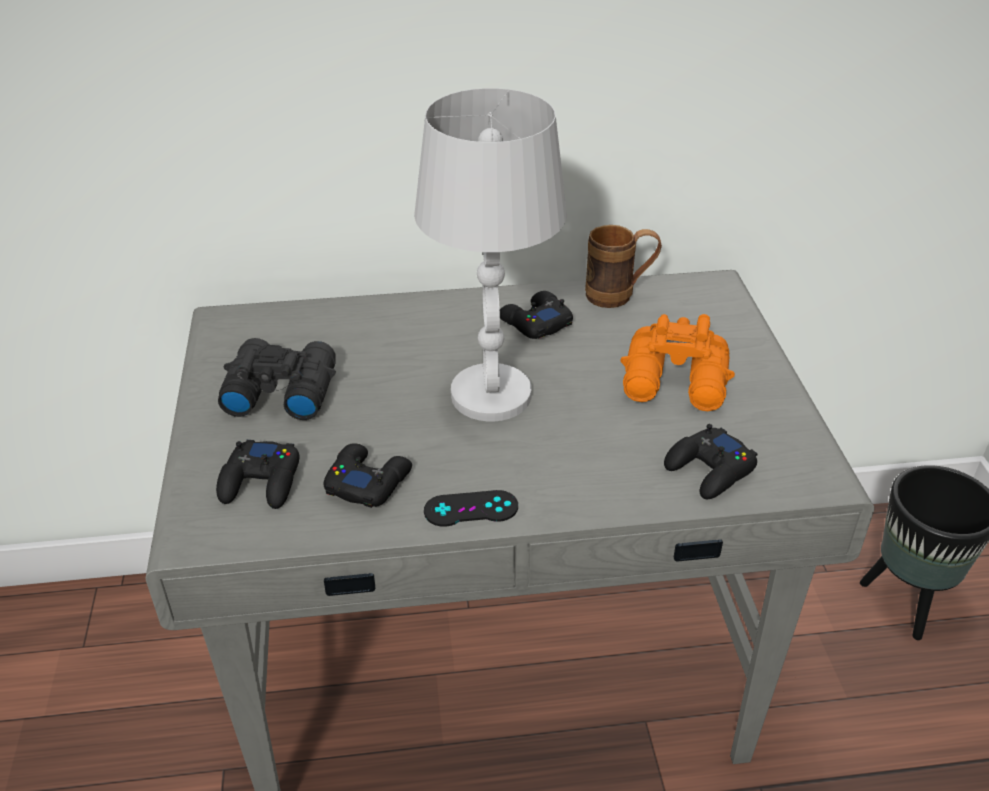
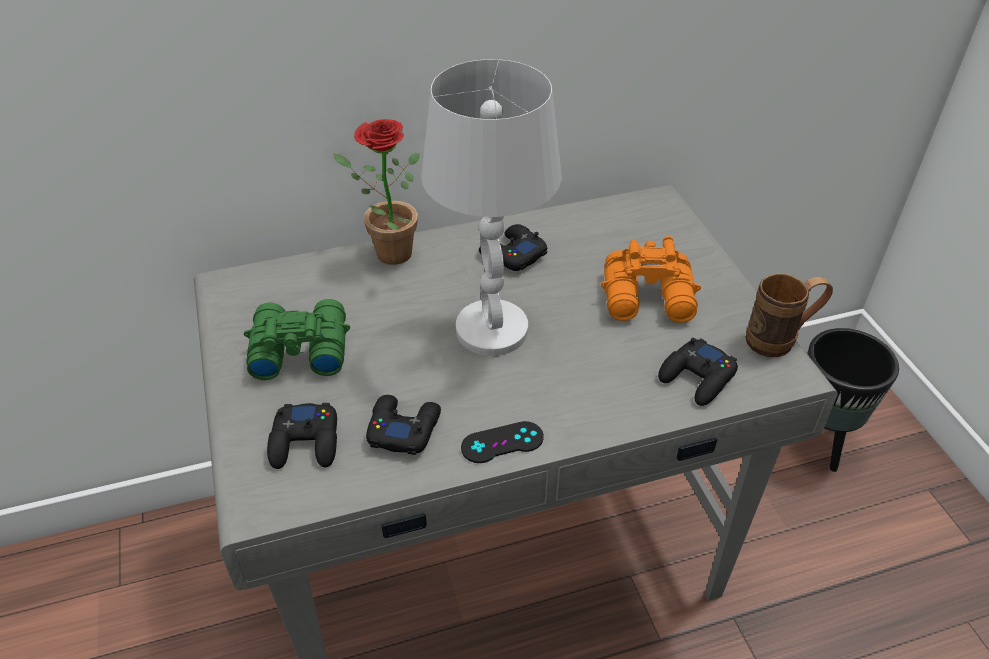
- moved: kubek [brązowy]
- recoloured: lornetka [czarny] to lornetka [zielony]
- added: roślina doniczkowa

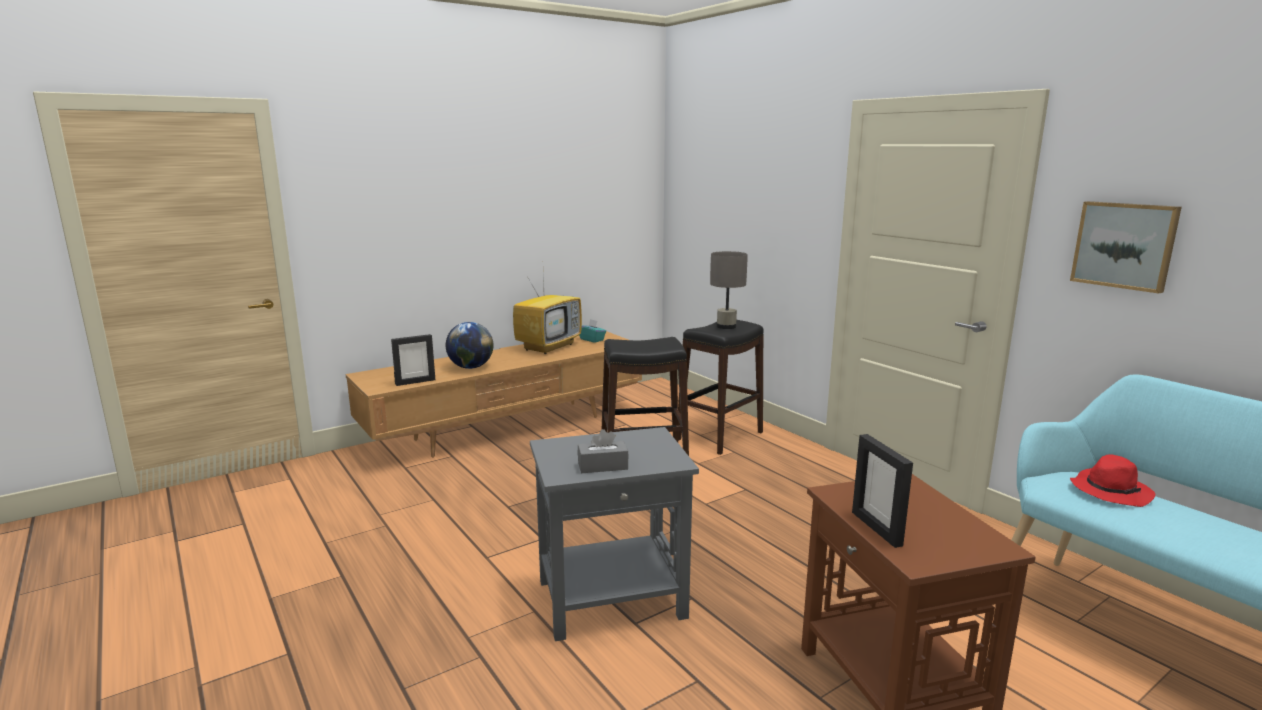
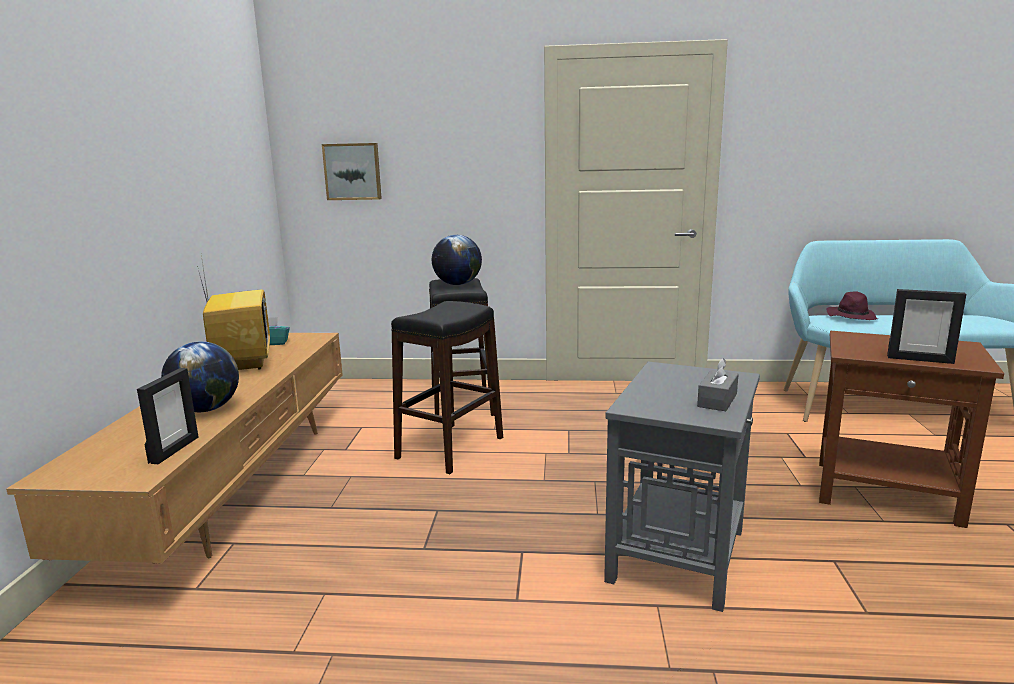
- moved: obraz
- replaced: lampa stołowa [szary] to globus (2nd from left)
- recoloured: kapelusz [czerwony] to kapelusz [fioletowy]

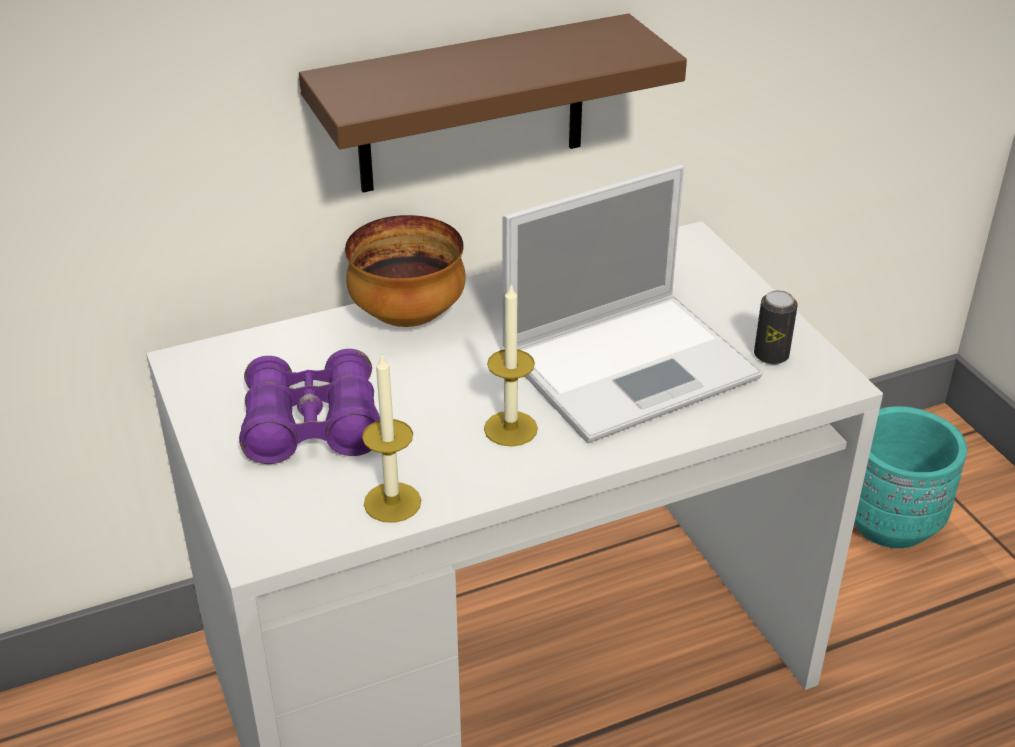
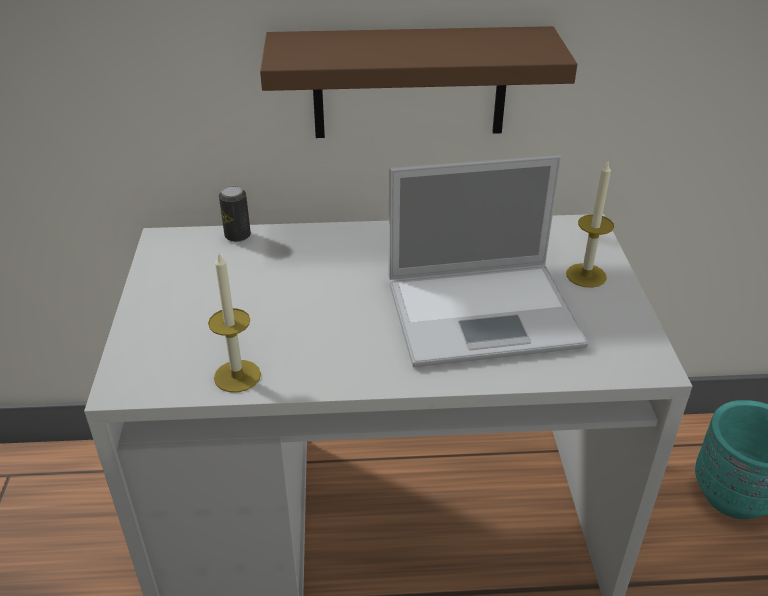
- removed: miska
- moved: świeca (2nd from left)
- moved: puszka
- removed: lornetka [fioletowy]

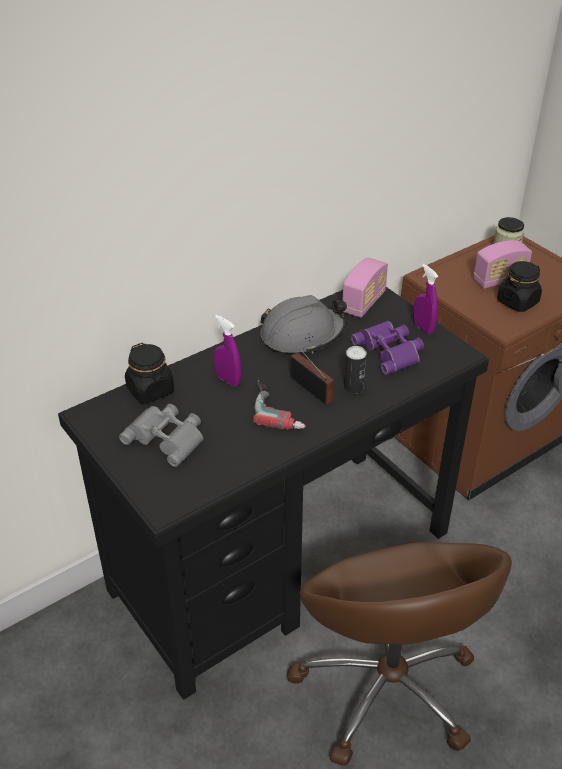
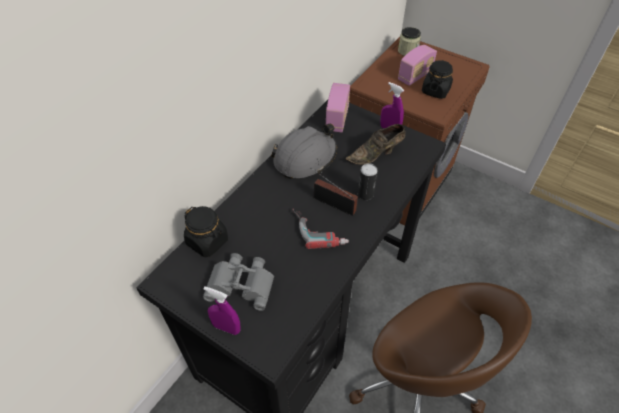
- moved: spryskiwacz [fioletowy] (1st from left)
- replaced: lornetka [fioletowy] to but [brązowy]

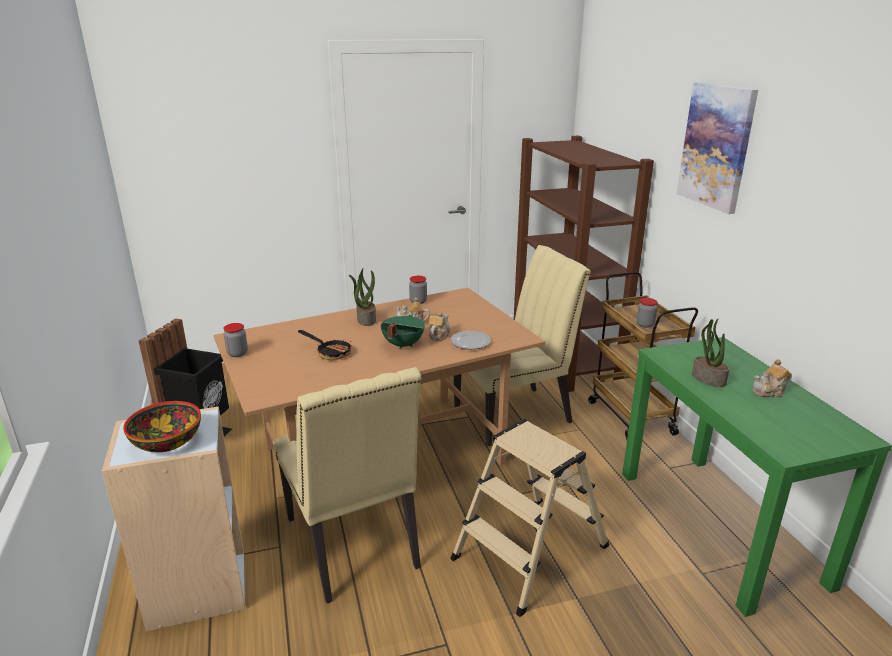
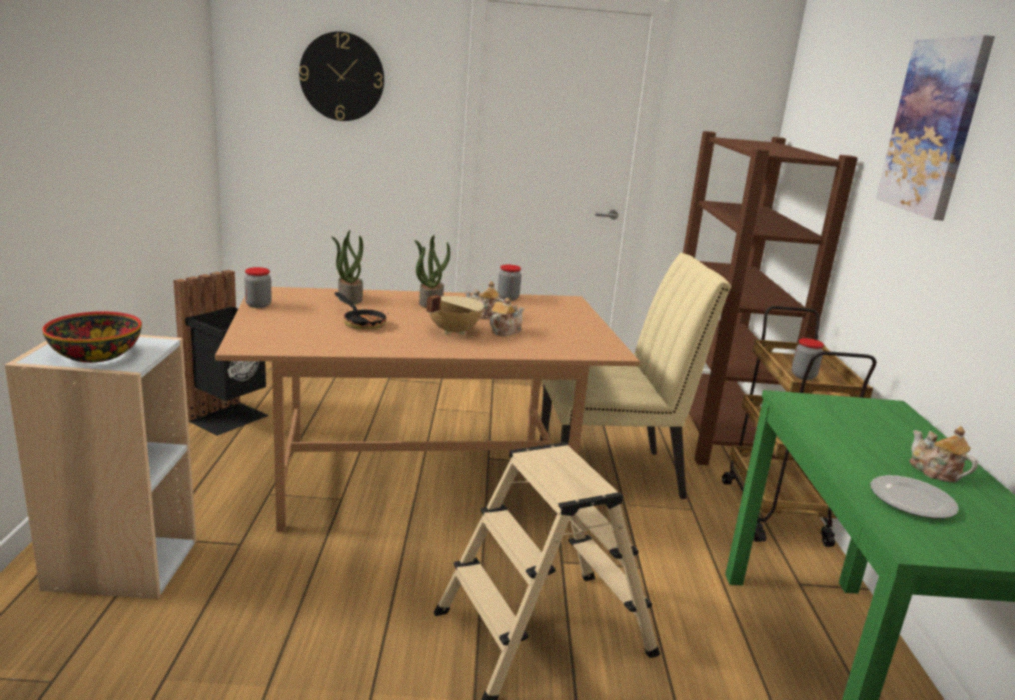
- recoloured: garnek [zielony] to garnek [beżowy]
- moved: roślina doniczkowa (2nd from left in the first image) to roślina doniczkowa (1st from left)
- moved: talerz
- turned: imbryk (3rd from left) 60 degrees clockwise
- removed: krzesło [beżowy] (1st from left)
- added: zegar ścienny

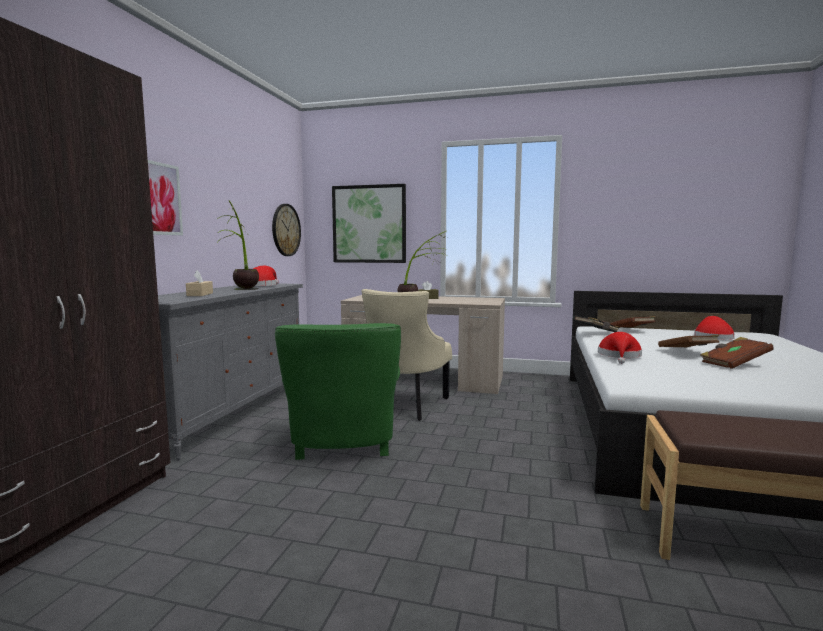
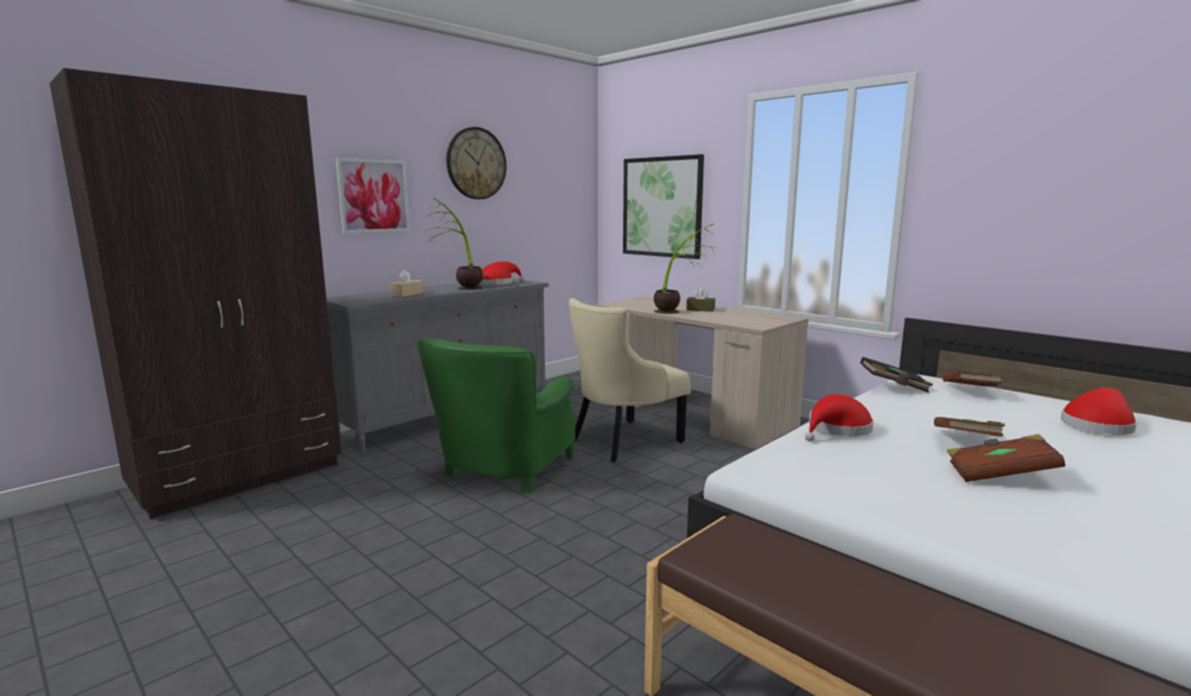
- moved: zegar ścienny

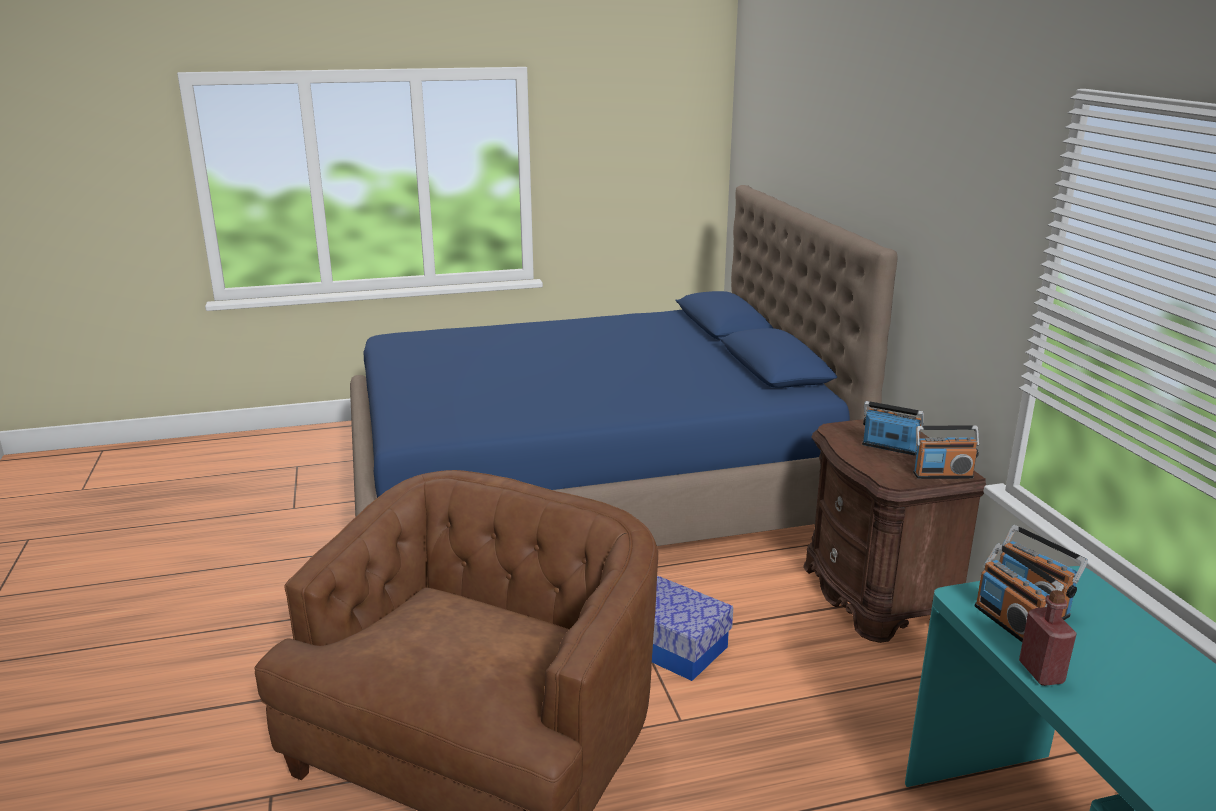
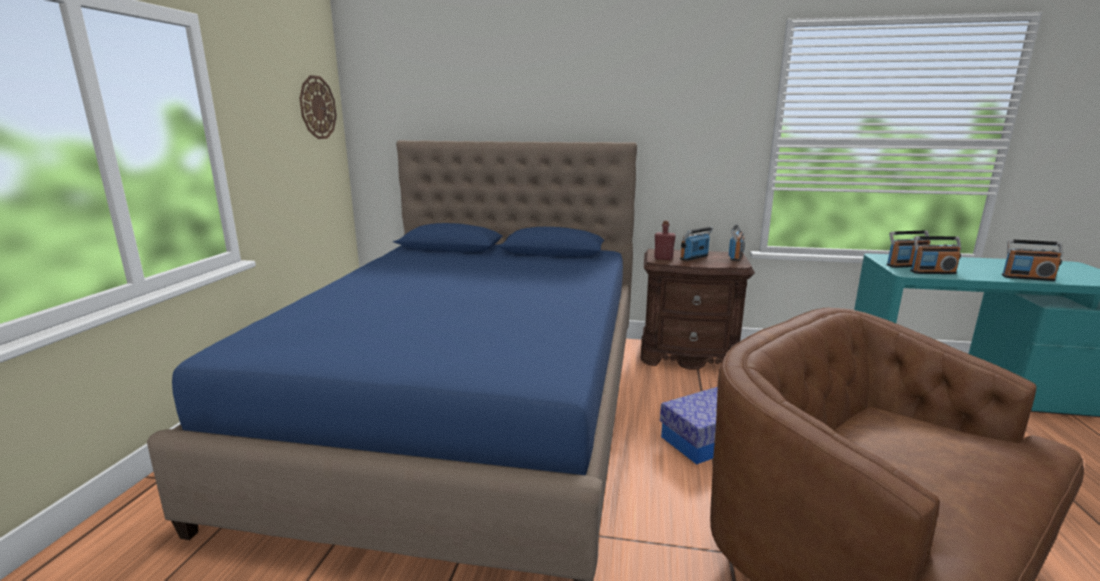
- moved: butelka [czerwony]
- added: zegar ścienny
- added: radio (5th from left)

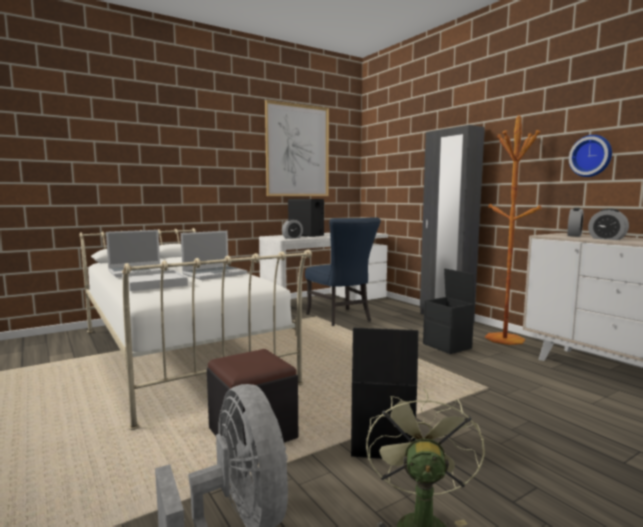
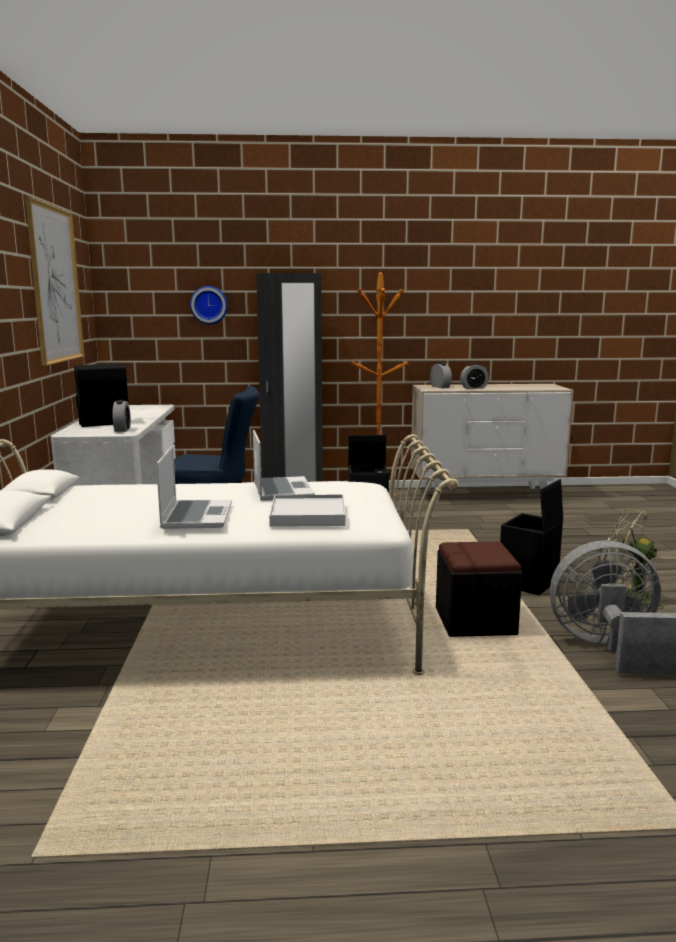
- moved: zegar ścienny

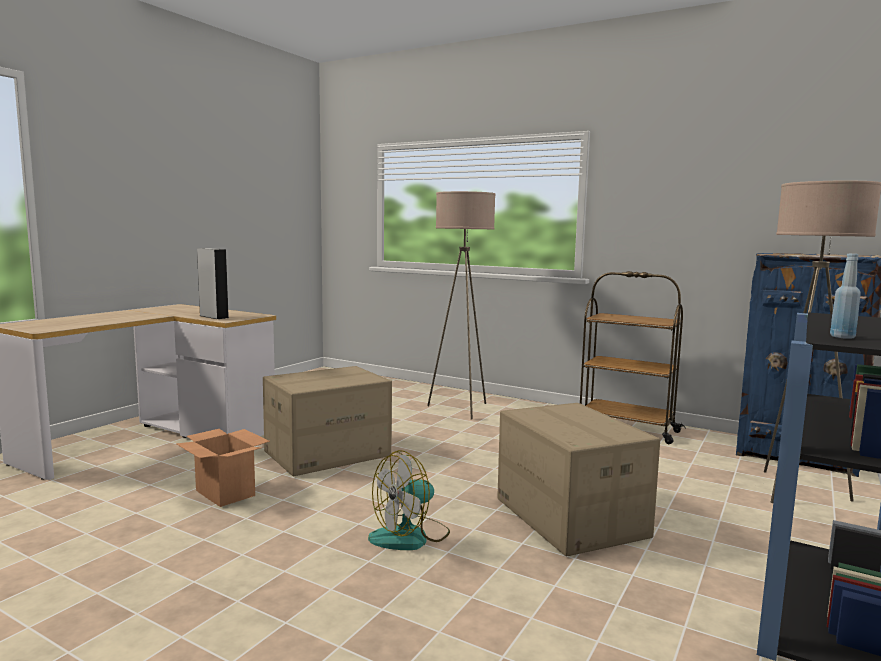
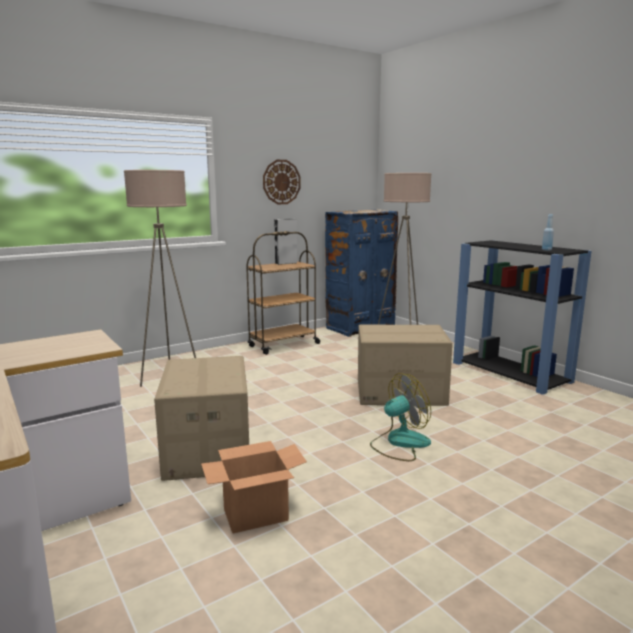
- moved: głośnik [szary]
- turned: wentylator 105 degrees counterclockwise
- added: zegar ścienny

